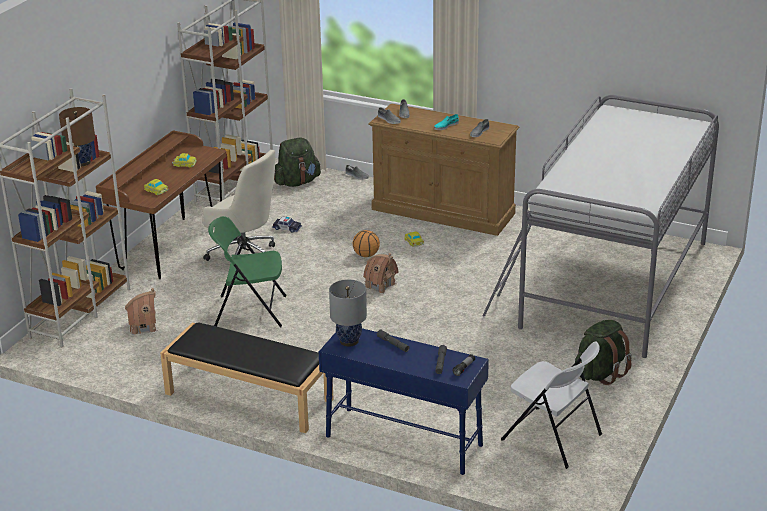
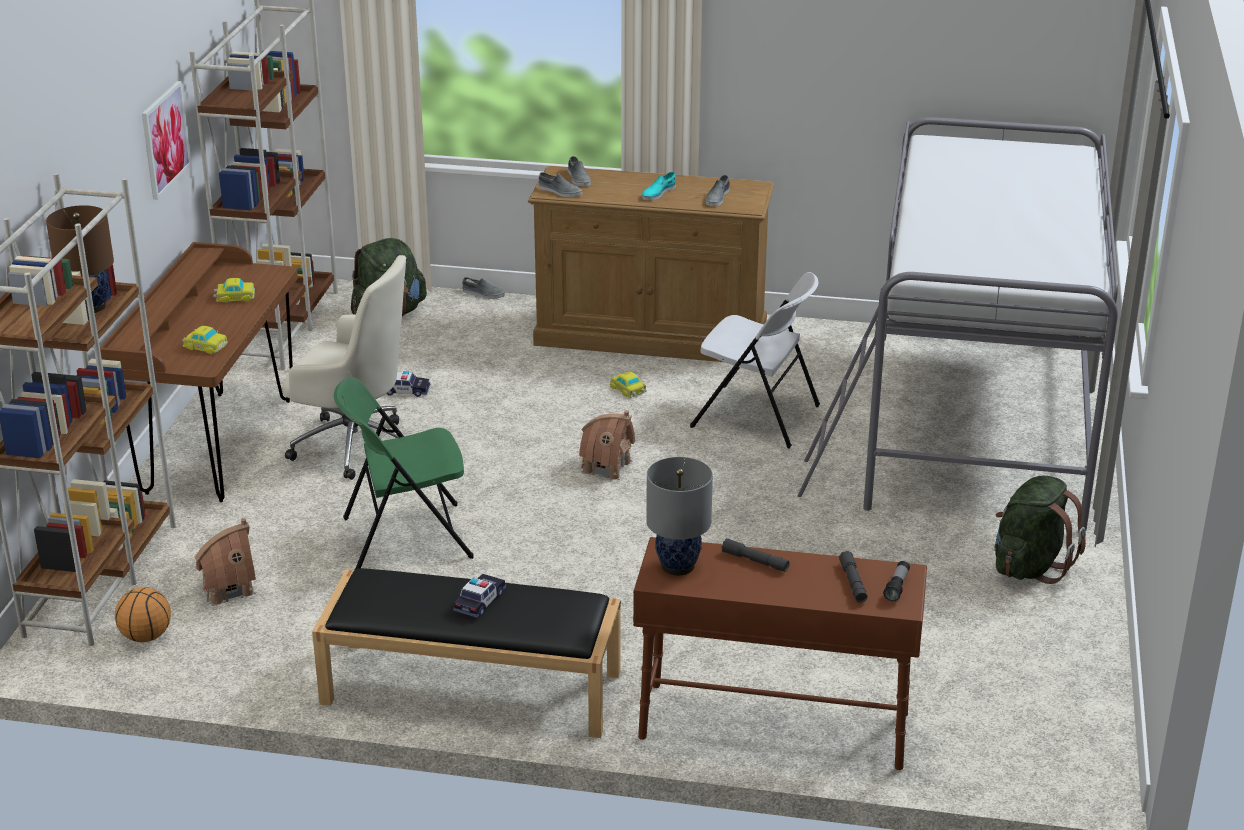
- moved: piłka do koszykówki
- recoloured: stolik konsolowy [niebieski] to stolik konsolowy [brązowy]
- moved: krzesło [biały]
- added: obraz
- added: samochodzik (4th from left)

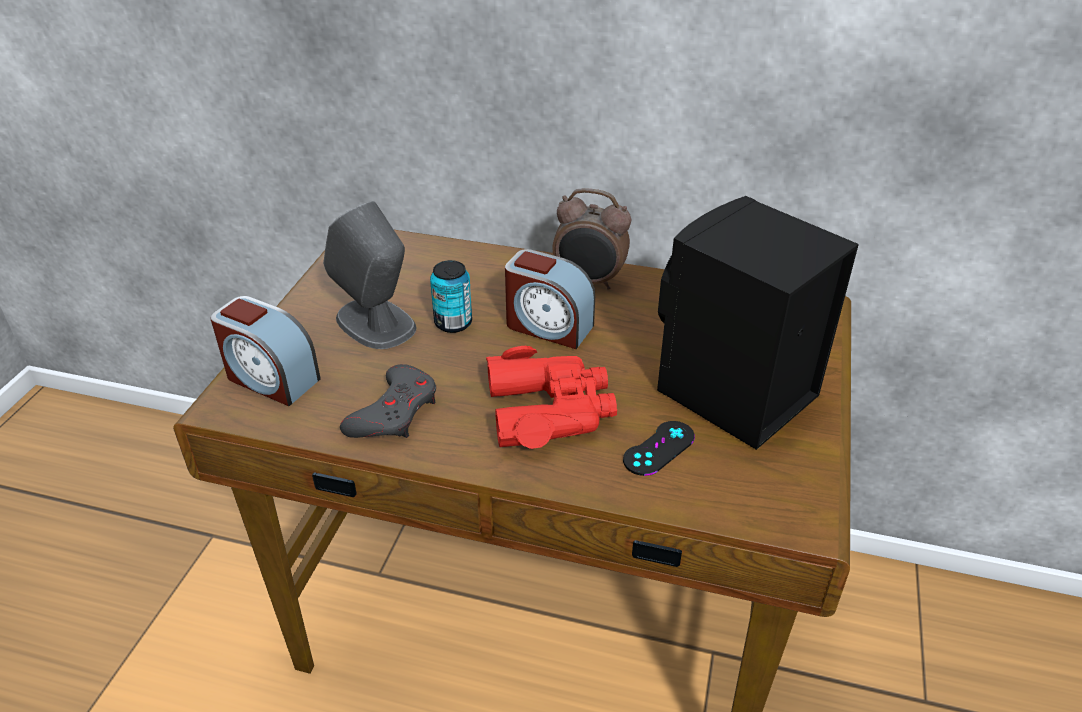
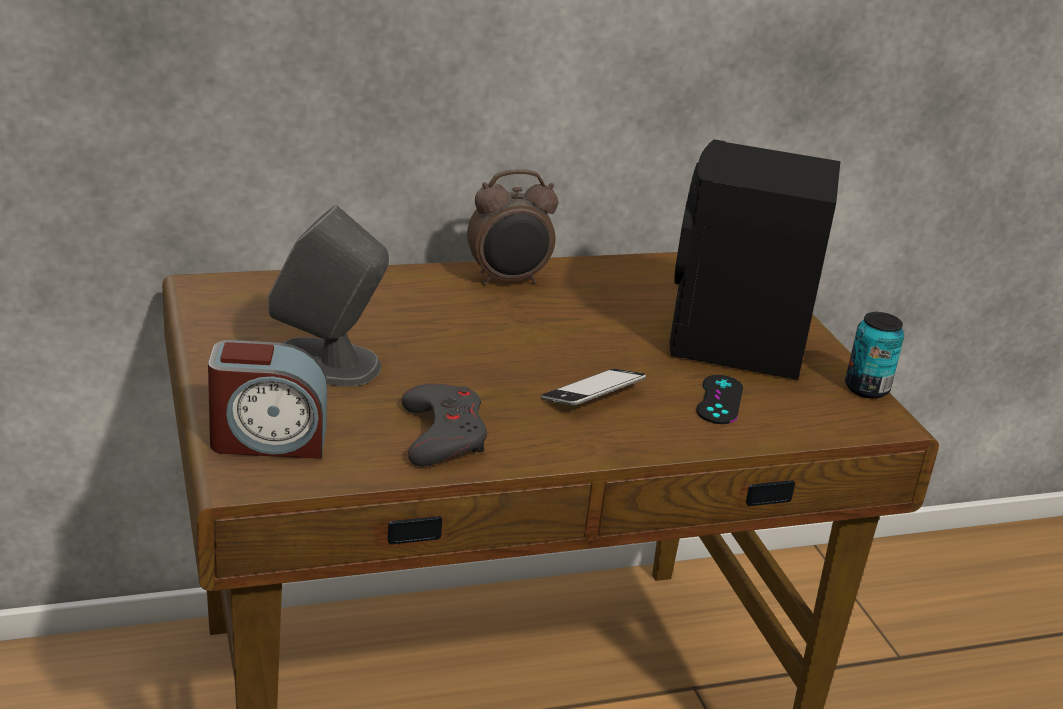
- removed: budzik (2nd from left)
- moved: puszka
- replaced: lornetka [czerwony] to telefon

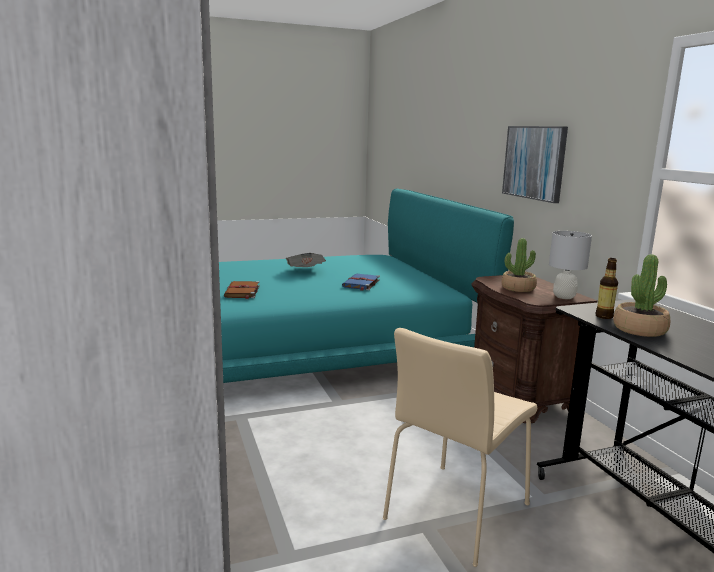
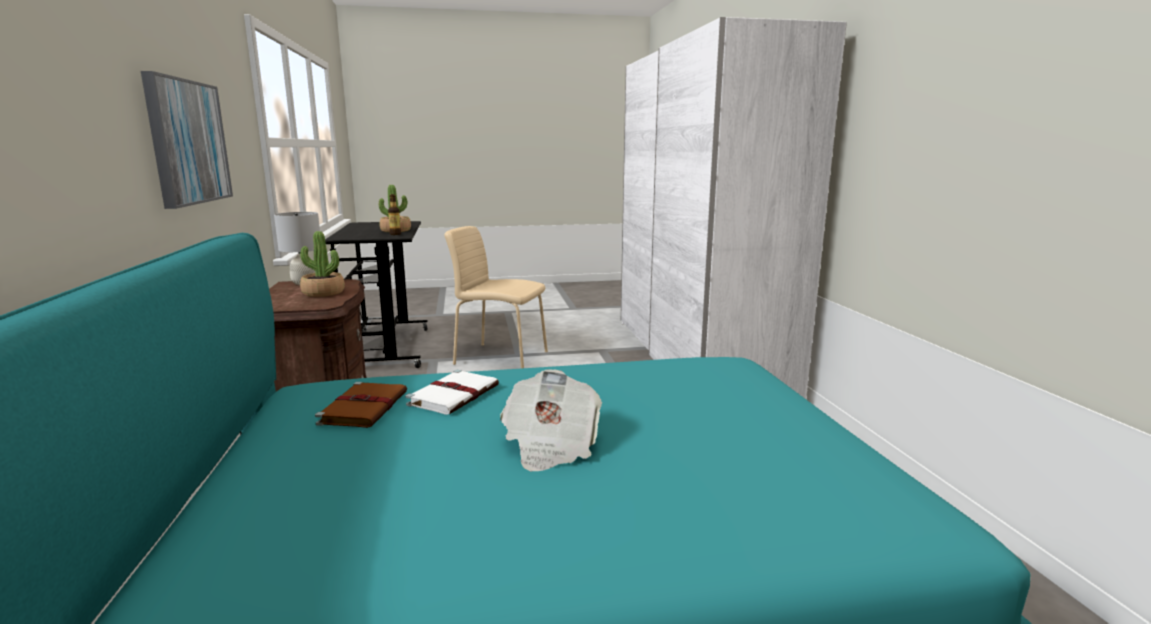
- recoloured: książka [niebieski] to książka [biały]
- moved: książka [brązowy]
- turned: krzesło [beżowy] 120 degrees counterclockwise

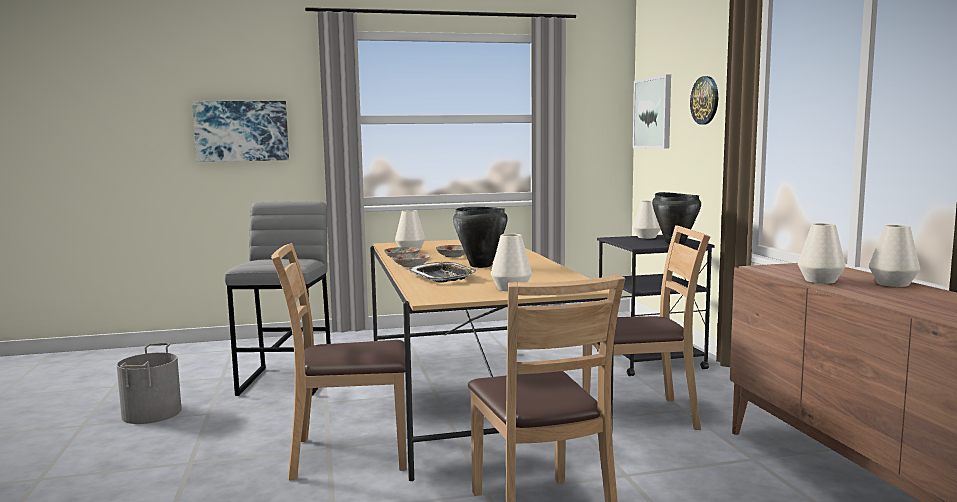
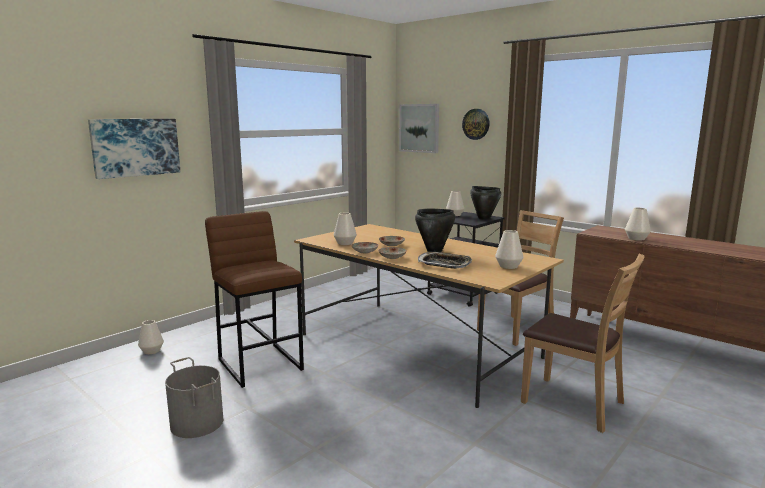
- recoloured: stołek [szary] to stołek [brązowy]
- moved: wazon [biały] (5th from left in the first image) to wazon [biały] (1st from left)
- removed: krzesło [brązowy] (1st from left)

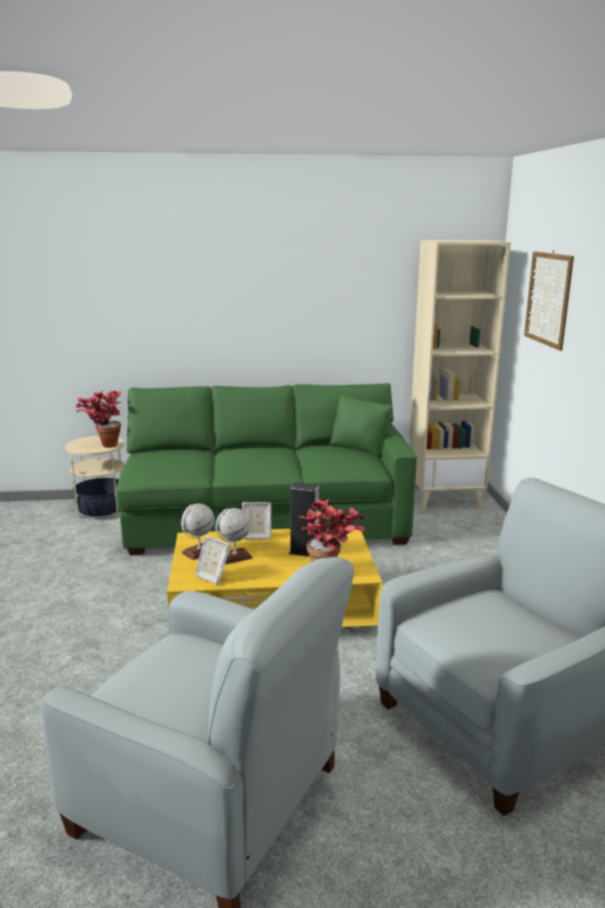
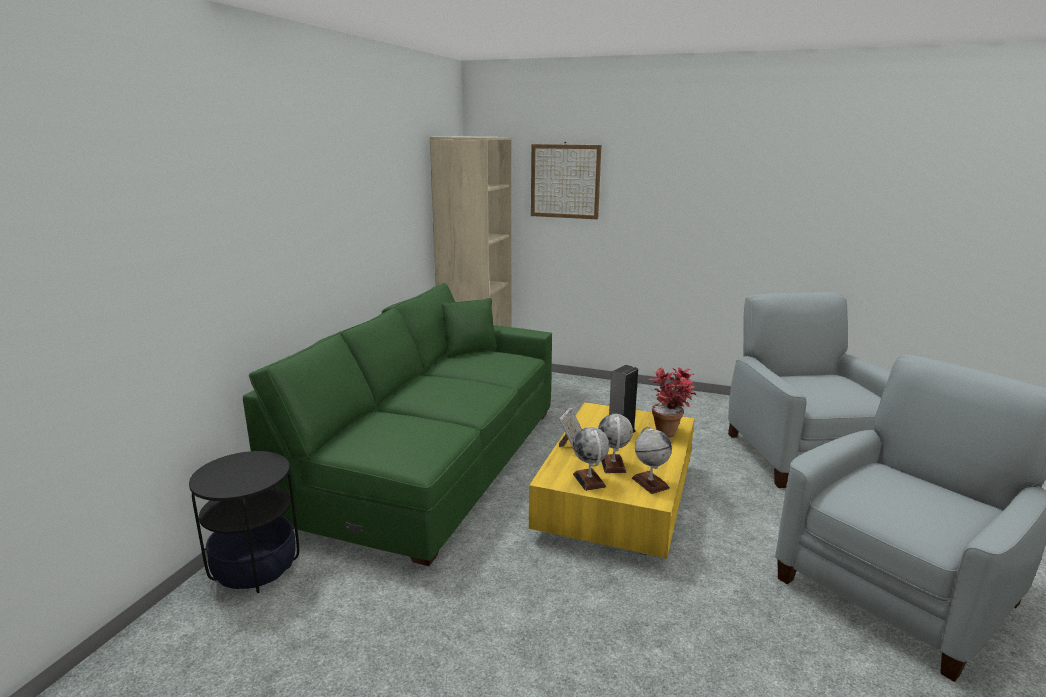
- removed: roślina doniczkowa (1st from left)
- recoloured: stolik [beżowy] to stolik [czarny]
- replaced: ramka na zdjęcie (1st from left) to globus (3rd from left)

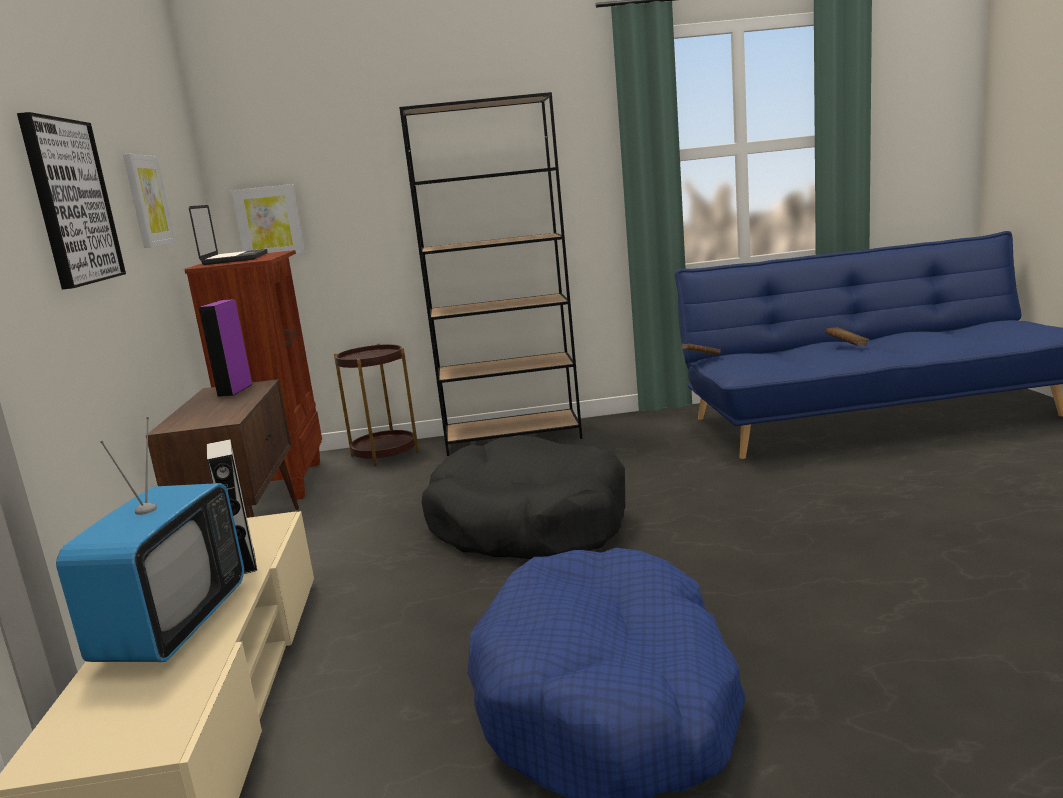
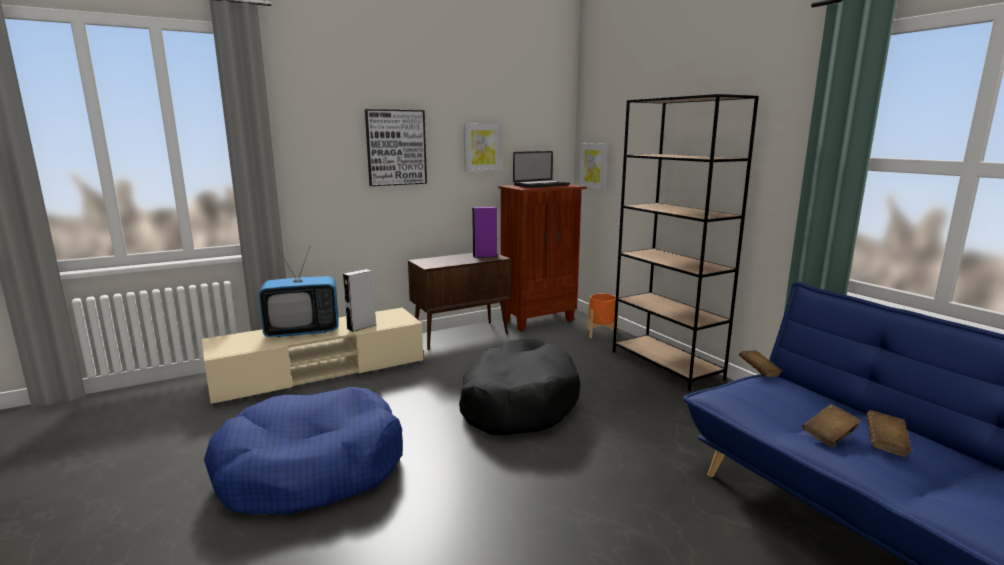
- replaced: stolik [brązowy] to donica [pomarańczowy]
- added: książka [brązowy] (2nd from left)

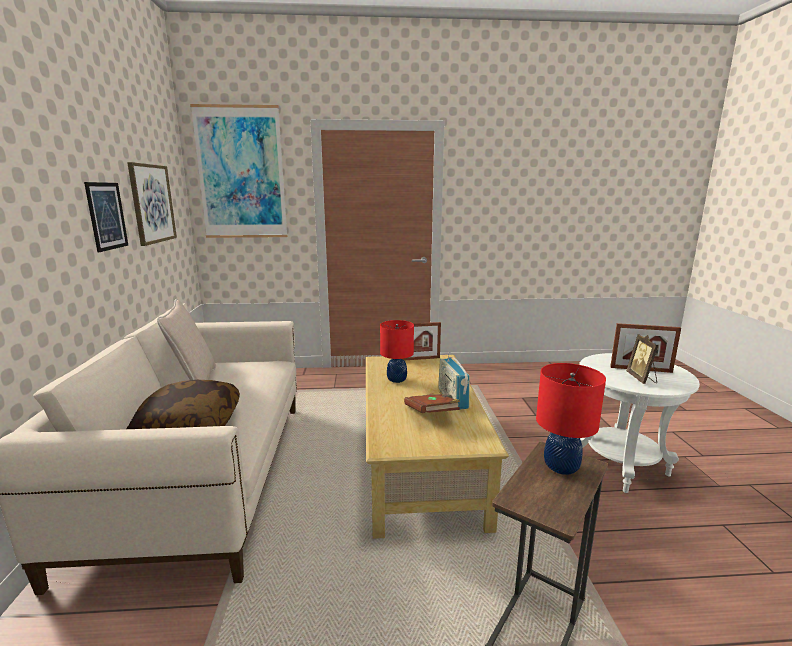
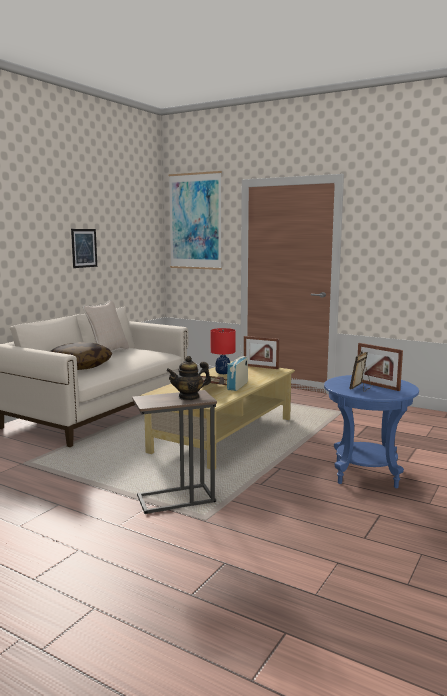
- removed: obraz (2nd from left)
- recoloured: stolik [biały] to stolik [niebieski]
- replaced: lampa stołowa [czerwony] (2nd from left) to imbryk

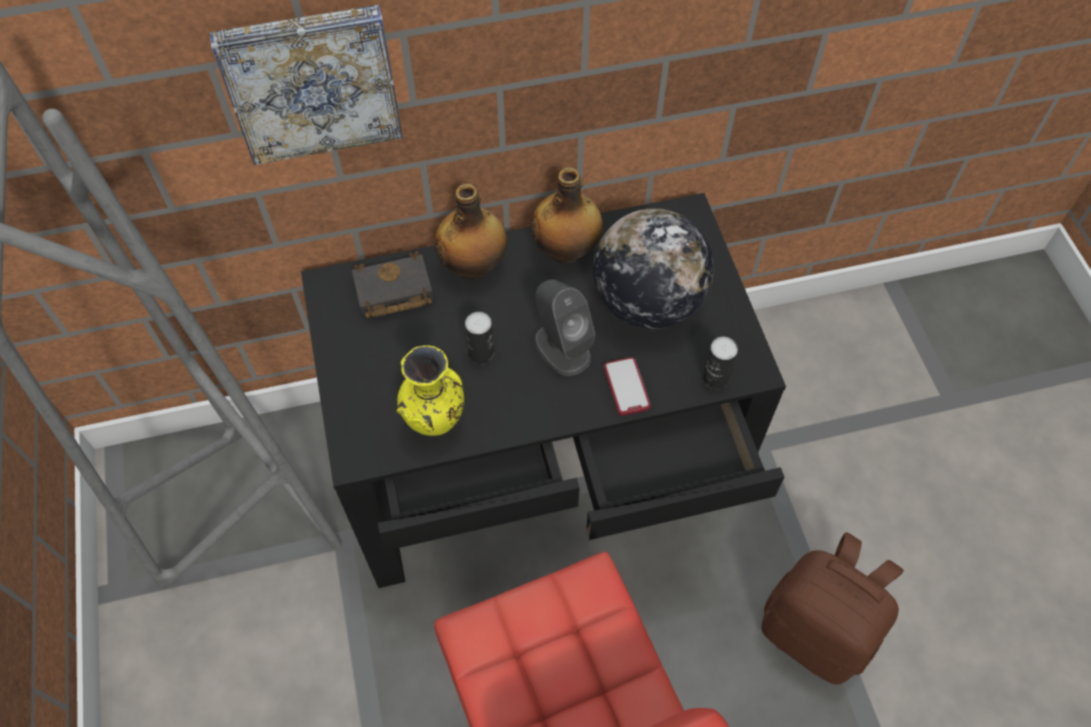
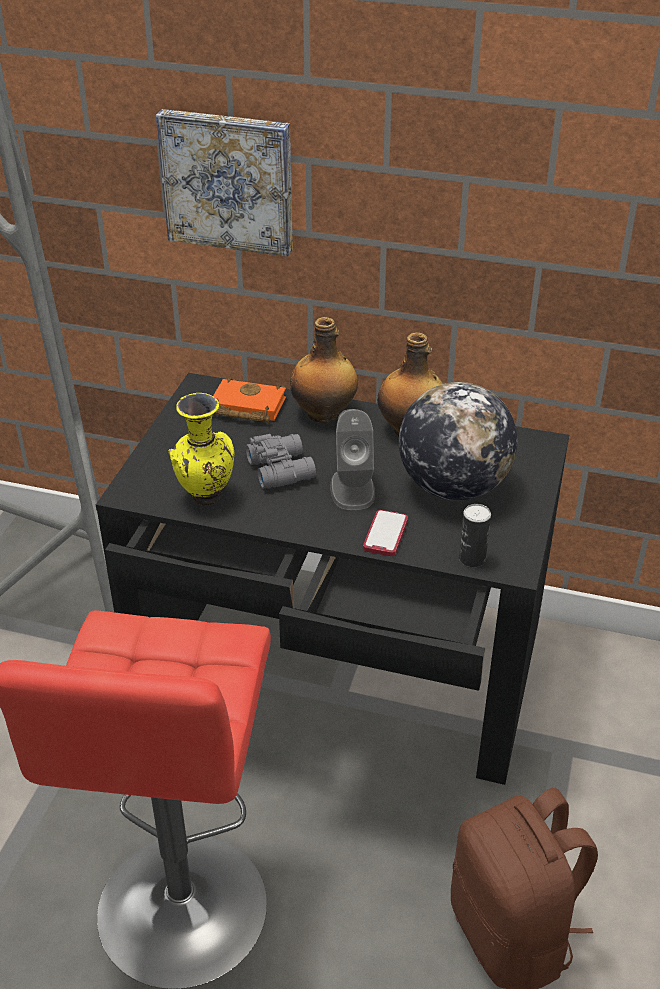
- recoloured: książka [czarny] to książka [pomarańczowy]
- replaced: puszka (1st from left) to lornetka [szary]

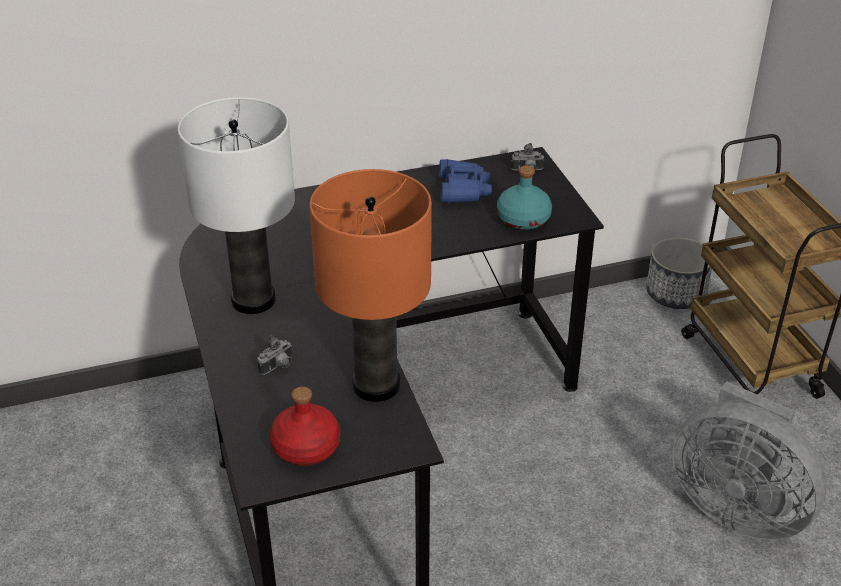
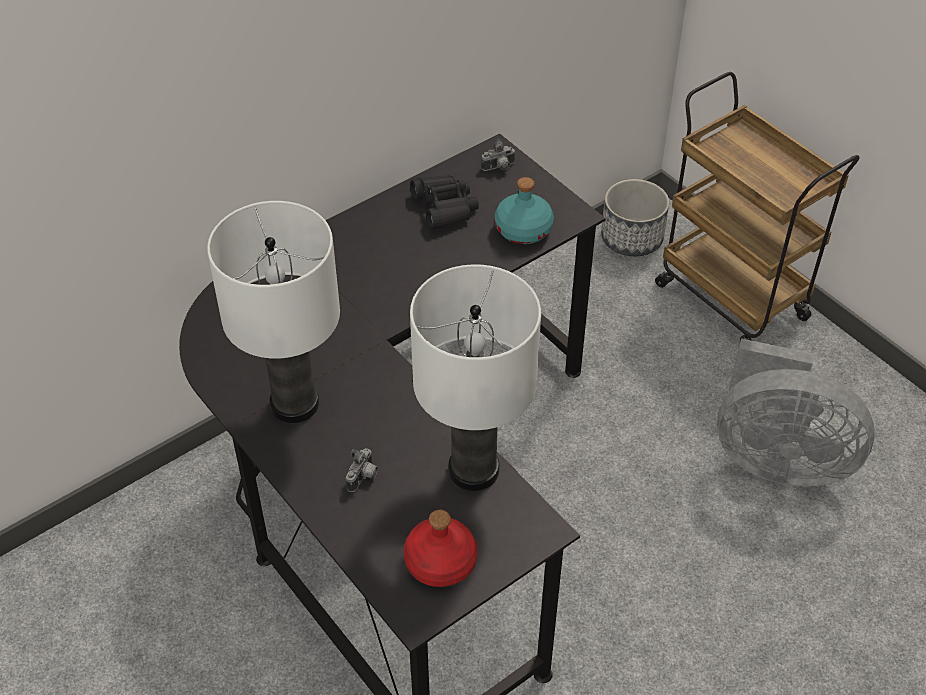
- recoloured: lornetka [niebieski] to lornetka [czarny]
- recoloured: lampa stołowa [pomarańczowy] to lampa stołowa [biały] (2nd from left)

